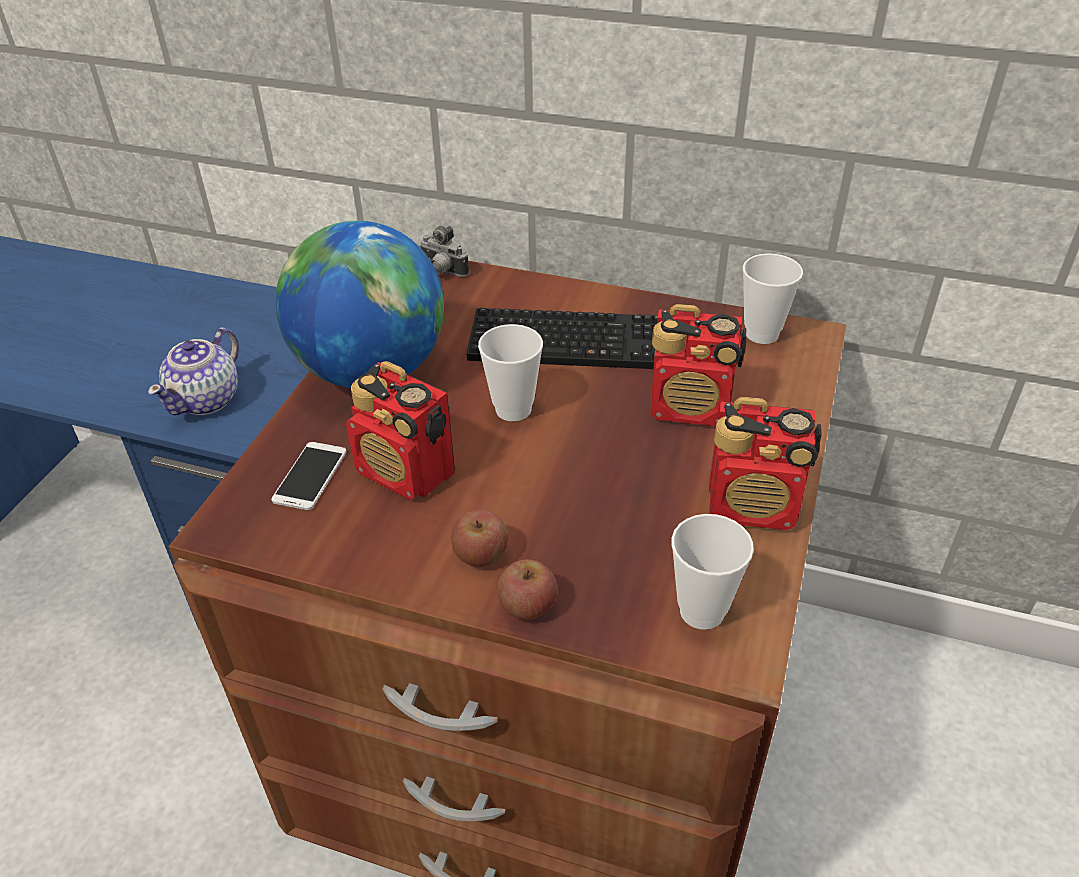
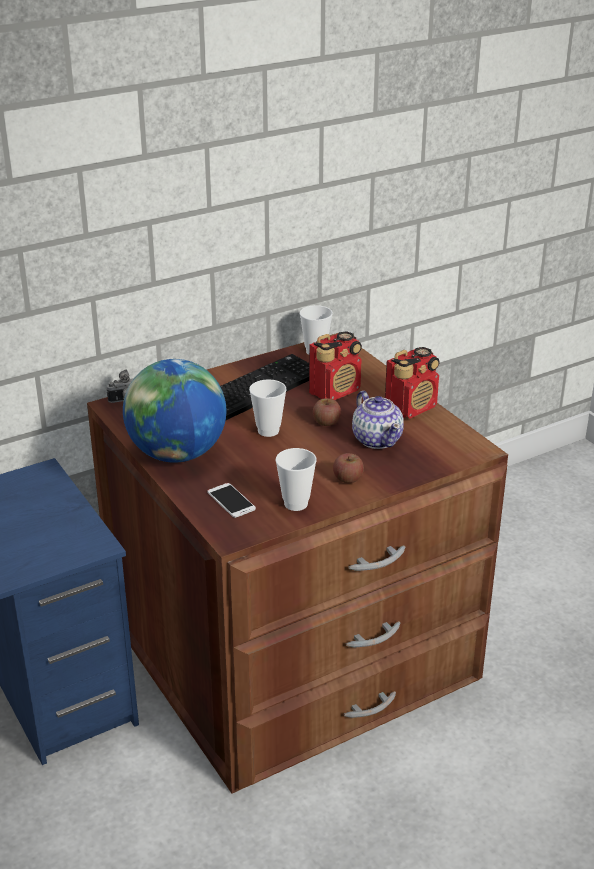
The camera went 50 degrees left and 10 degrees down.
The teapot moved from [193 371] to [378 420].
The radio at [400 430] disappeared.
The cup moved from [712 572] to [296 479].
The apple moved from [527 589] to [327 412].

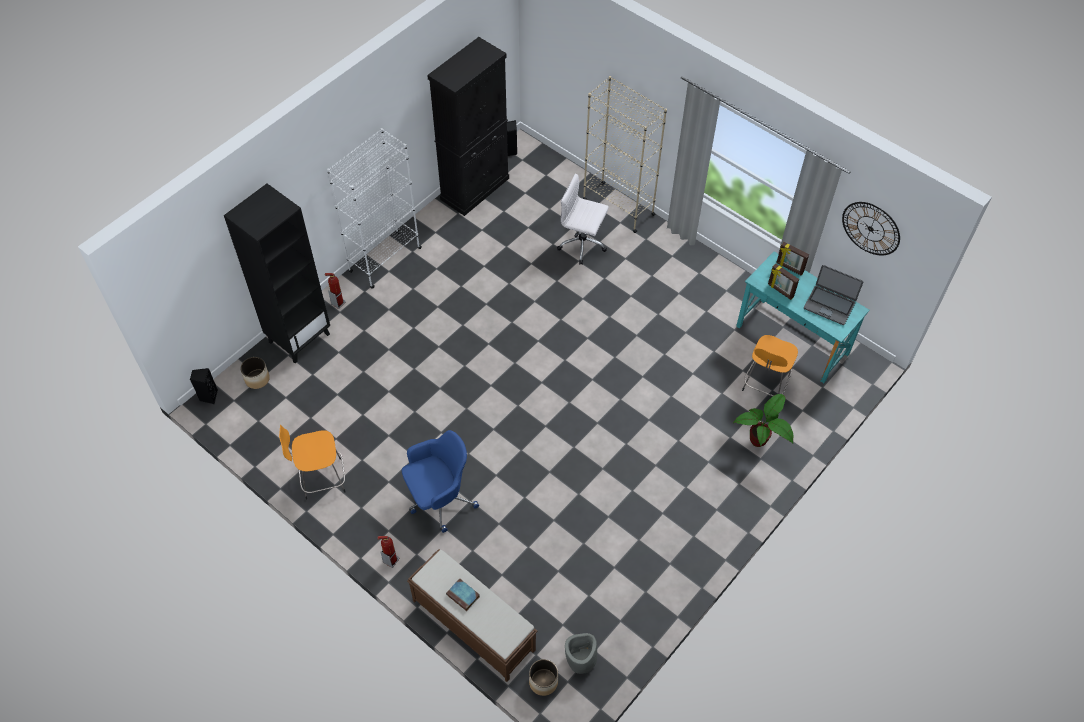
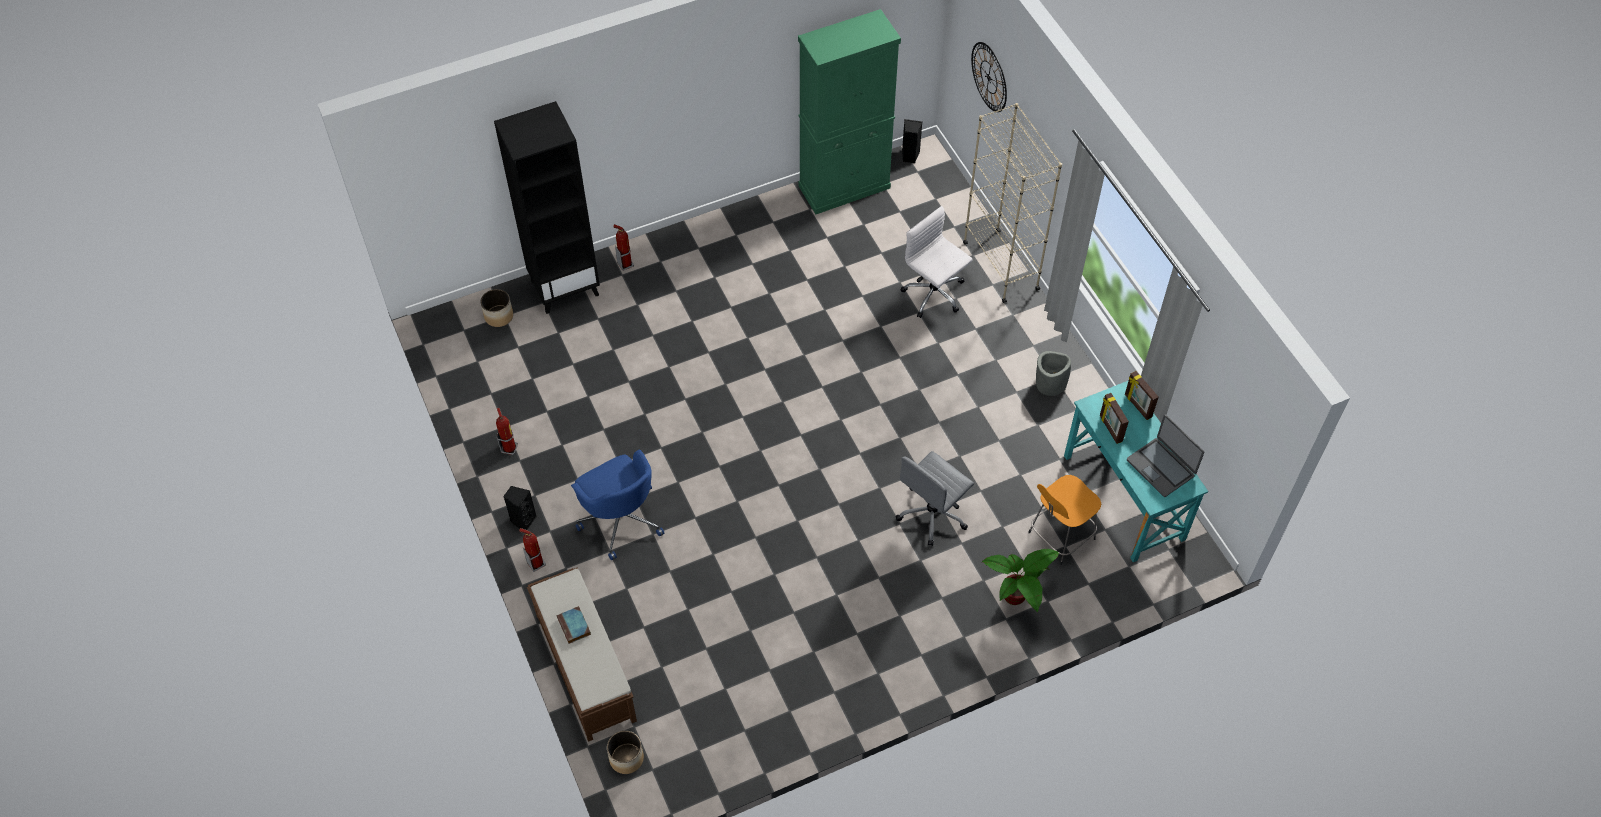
The camera went 25 degrees right and 0 degrees up.
The black storage cabinet at [468 126] became the green-coloured storage cabinet at [849 111].
The white bookshelf at [374 208] disappeared.
The wall clock moved from [871 228] to [989 77].
The black audio speaker moved from [204 386] to [520 508].
The orange-coloured stool at [312 462] was replaced by the fire extinguisher at [507 431].
The bluish office chair at [440 481] turned 60 degrees clockwise.
The gray plant pot moved from [581 653] to [1053 373].
The gray office chair at [934 498] appeared.

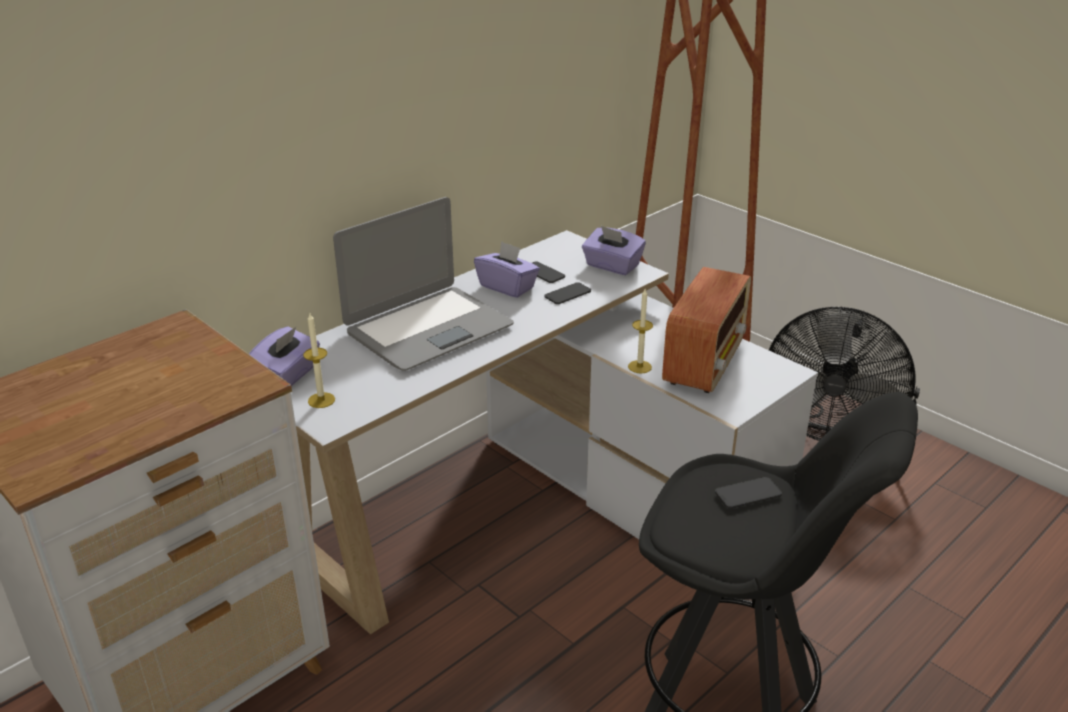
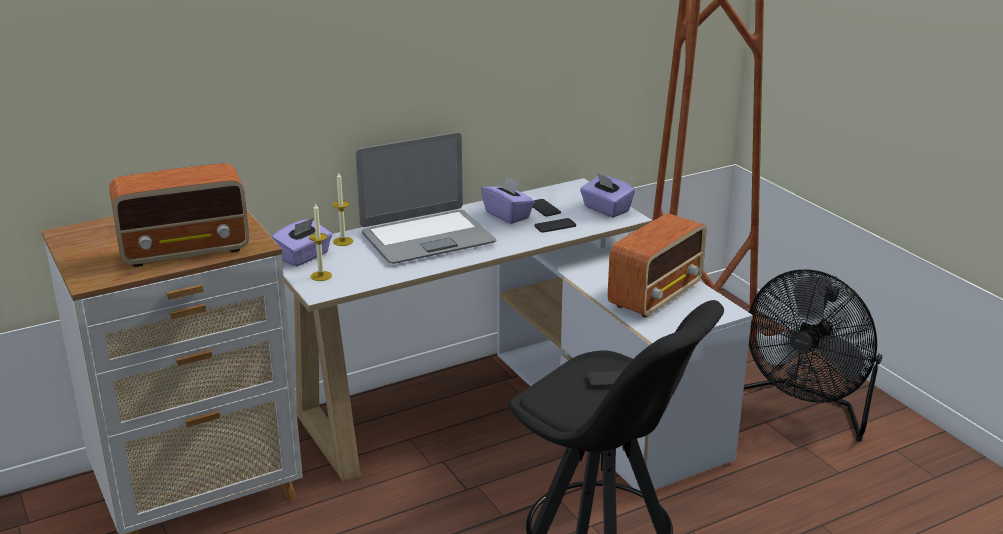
The camera went 15 degrees right and 5 degrees down.
The wax light moved from [640 331] to [342 208].
The radio at [179 215] appeared.

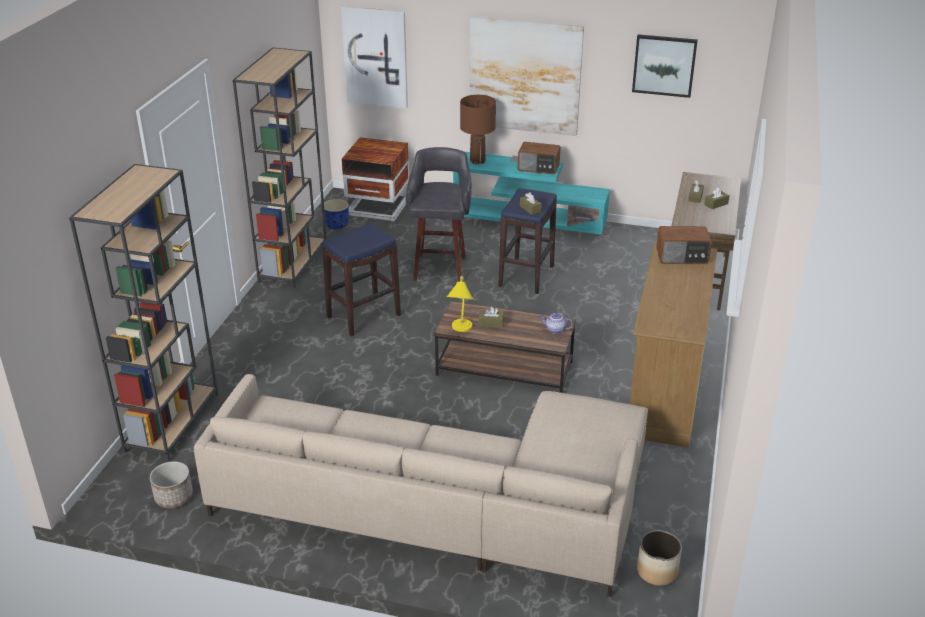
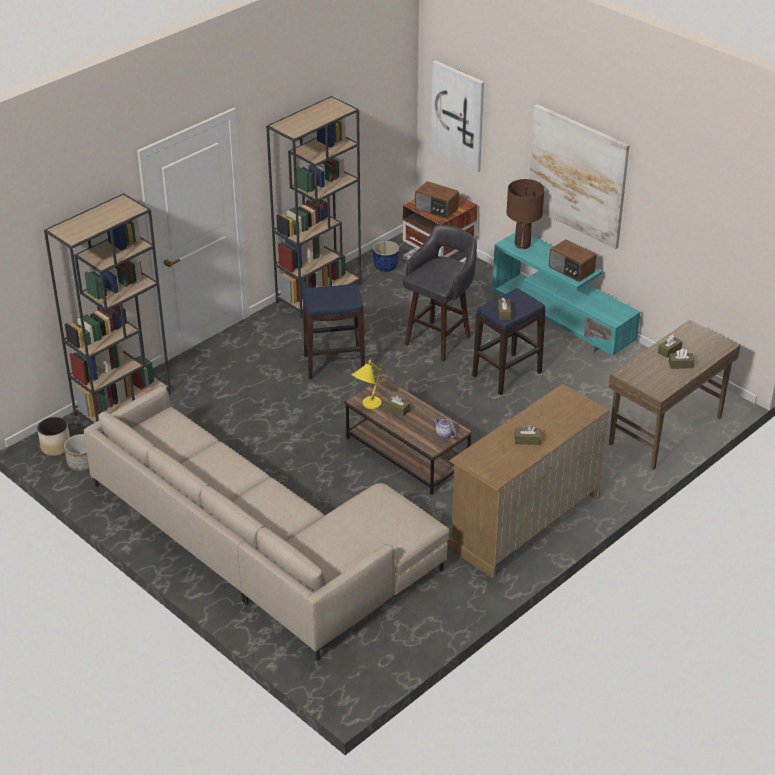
The camera went 30 degrees right and 5 degrees up.
The wall art at [665 66] disappeared.
The radio moved from [684 245] to [437 200].
The plant pot moved from [659 558] to [53 436].
The brown-coloured box of tissues at [528 435] appeared.

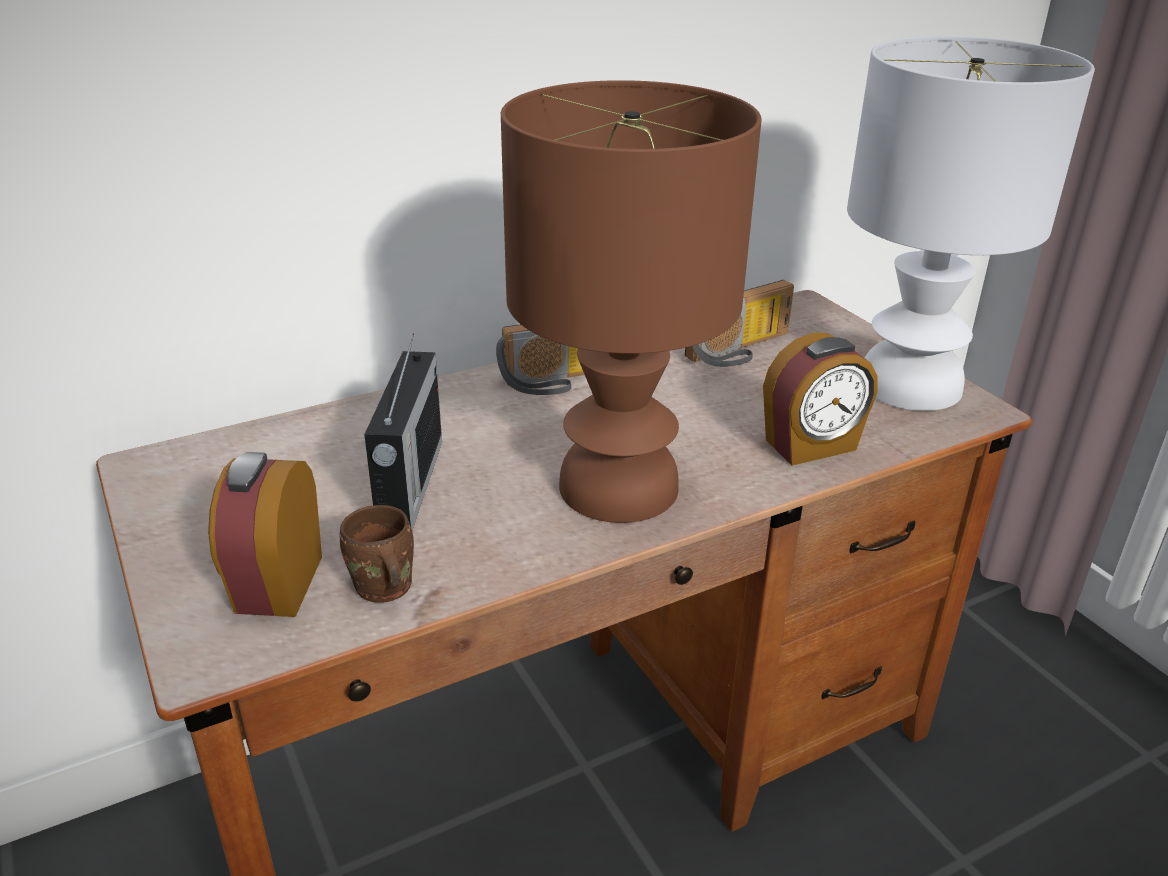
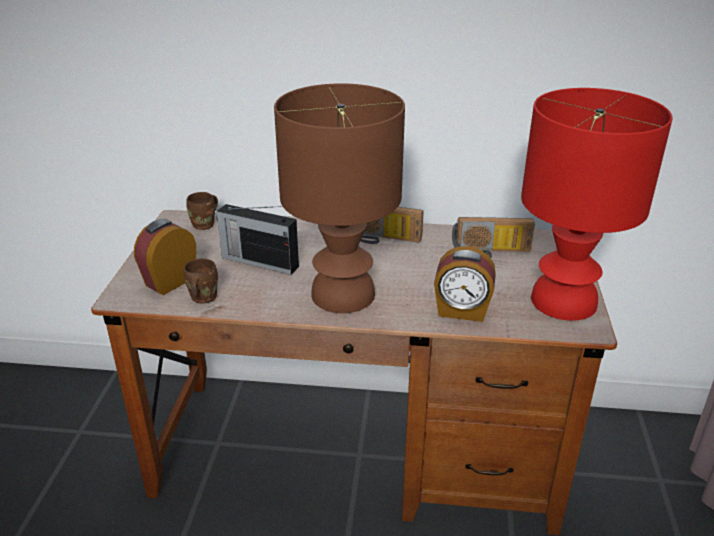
The camera went 35 degrees right and 0 degrees up.
The white lamp for a table at [971 223] became the red-coloured lamp for a table at [597 204].
The radio at [403 431] turned 75 degrees clockwise.
The brown-coloured coffee mug at [202 211] appeared.

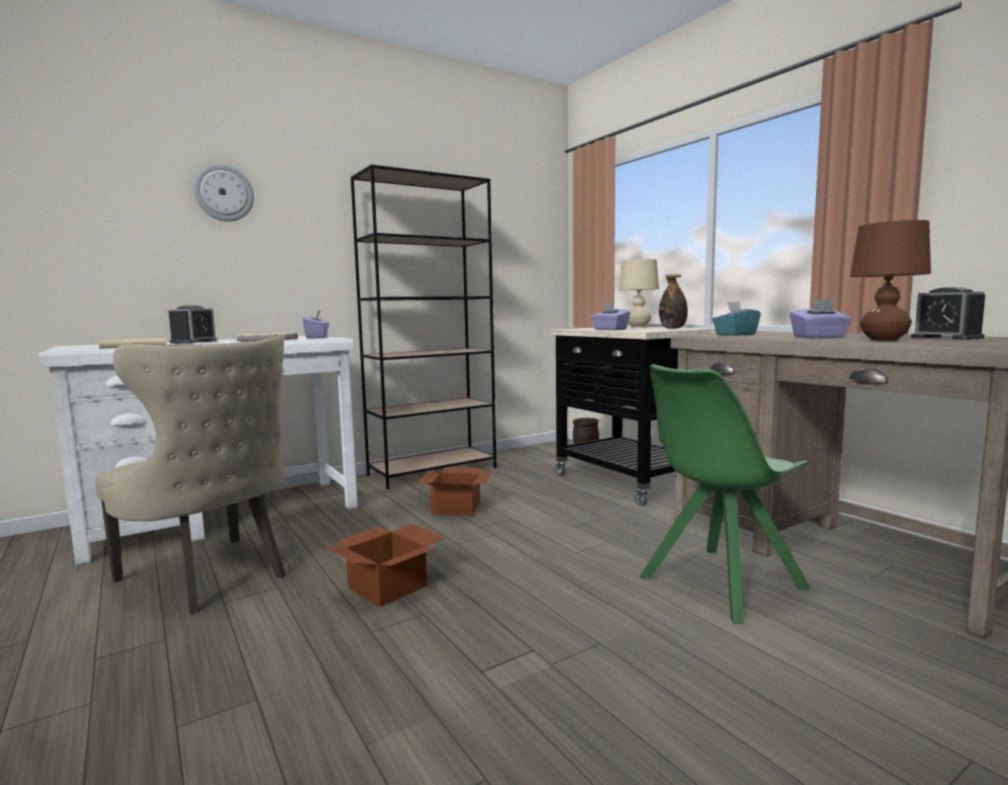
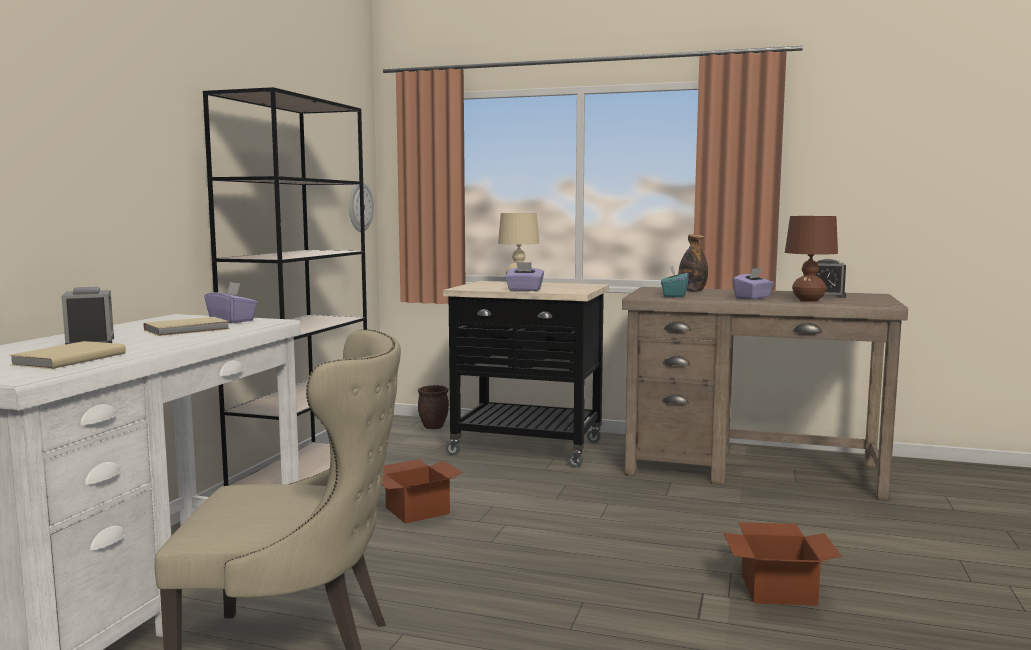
The camera went 40 degrees left and 0 degrees up.
The wall clock moved from [223 193] to [361 207].
The drink bottle moved from [673 301] to [693 263].
The green-coloured chair at [725 494] disappeared.
The carton moved from [384 565] to [783 564].

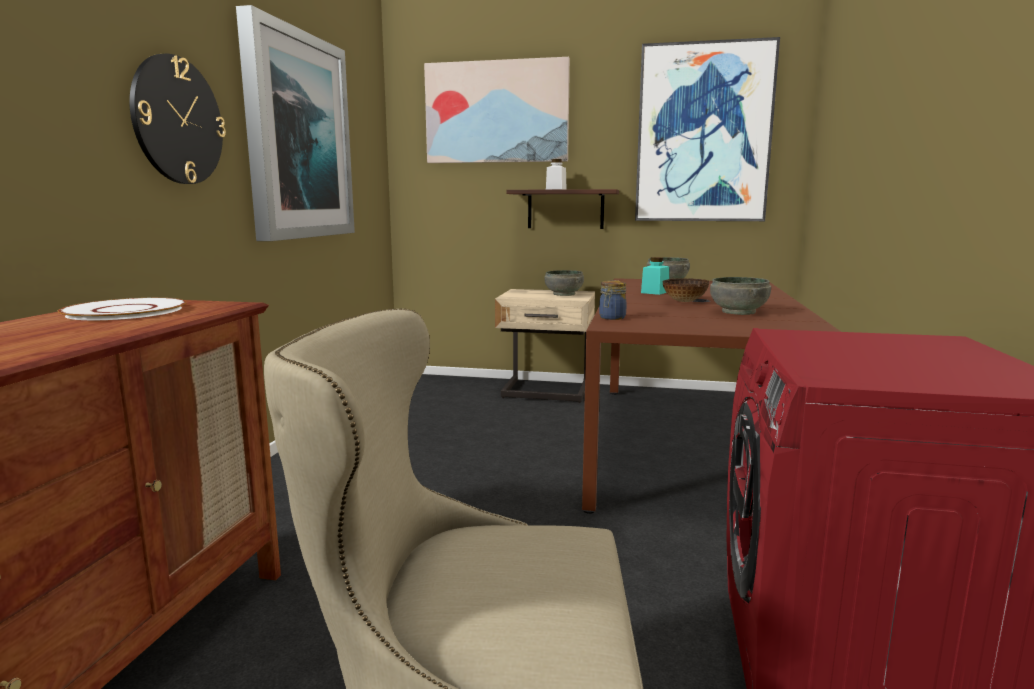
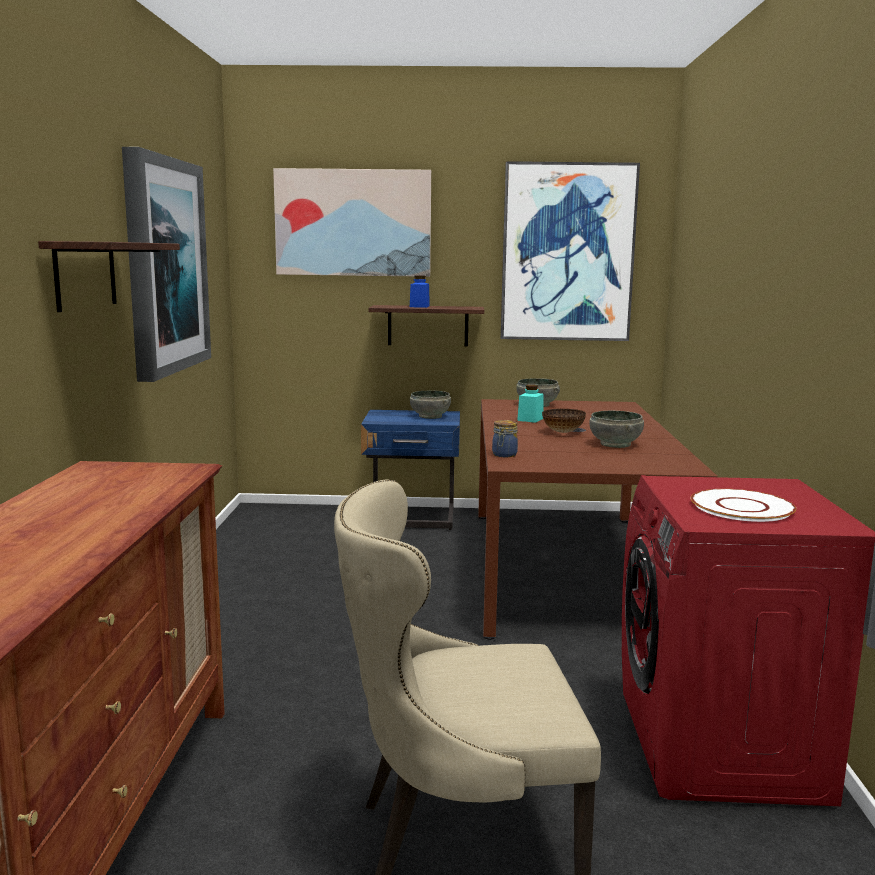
The camera went 10 degrees left and 0 degrees up.
The wall clock at [177 119] was replaced by the bracket shelf at [109 276].
The white jar at [556 174] became the bluish jar at [420 291].
The sand-coloured night table at [545 346] became the bluish night table at [410 470].
The white dinner plate moved from [122 309] to [743 505].

